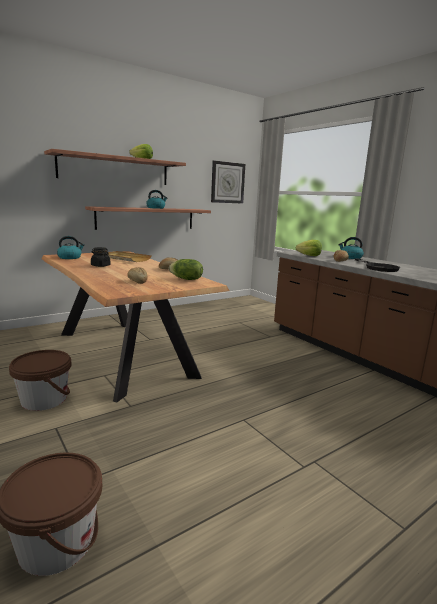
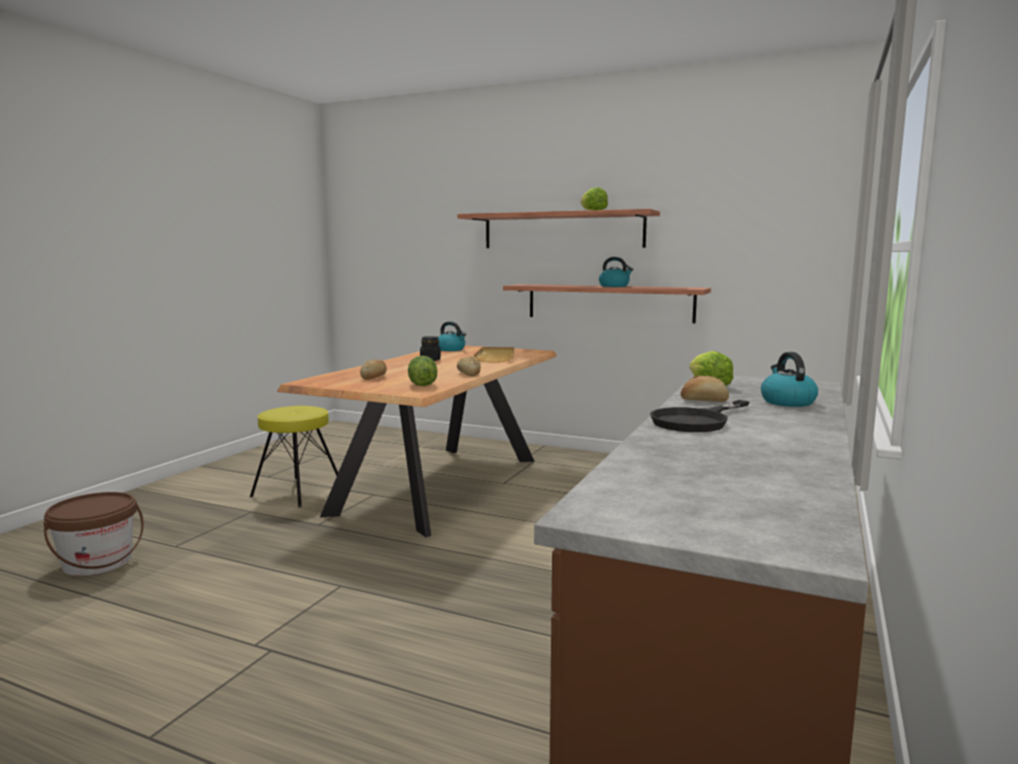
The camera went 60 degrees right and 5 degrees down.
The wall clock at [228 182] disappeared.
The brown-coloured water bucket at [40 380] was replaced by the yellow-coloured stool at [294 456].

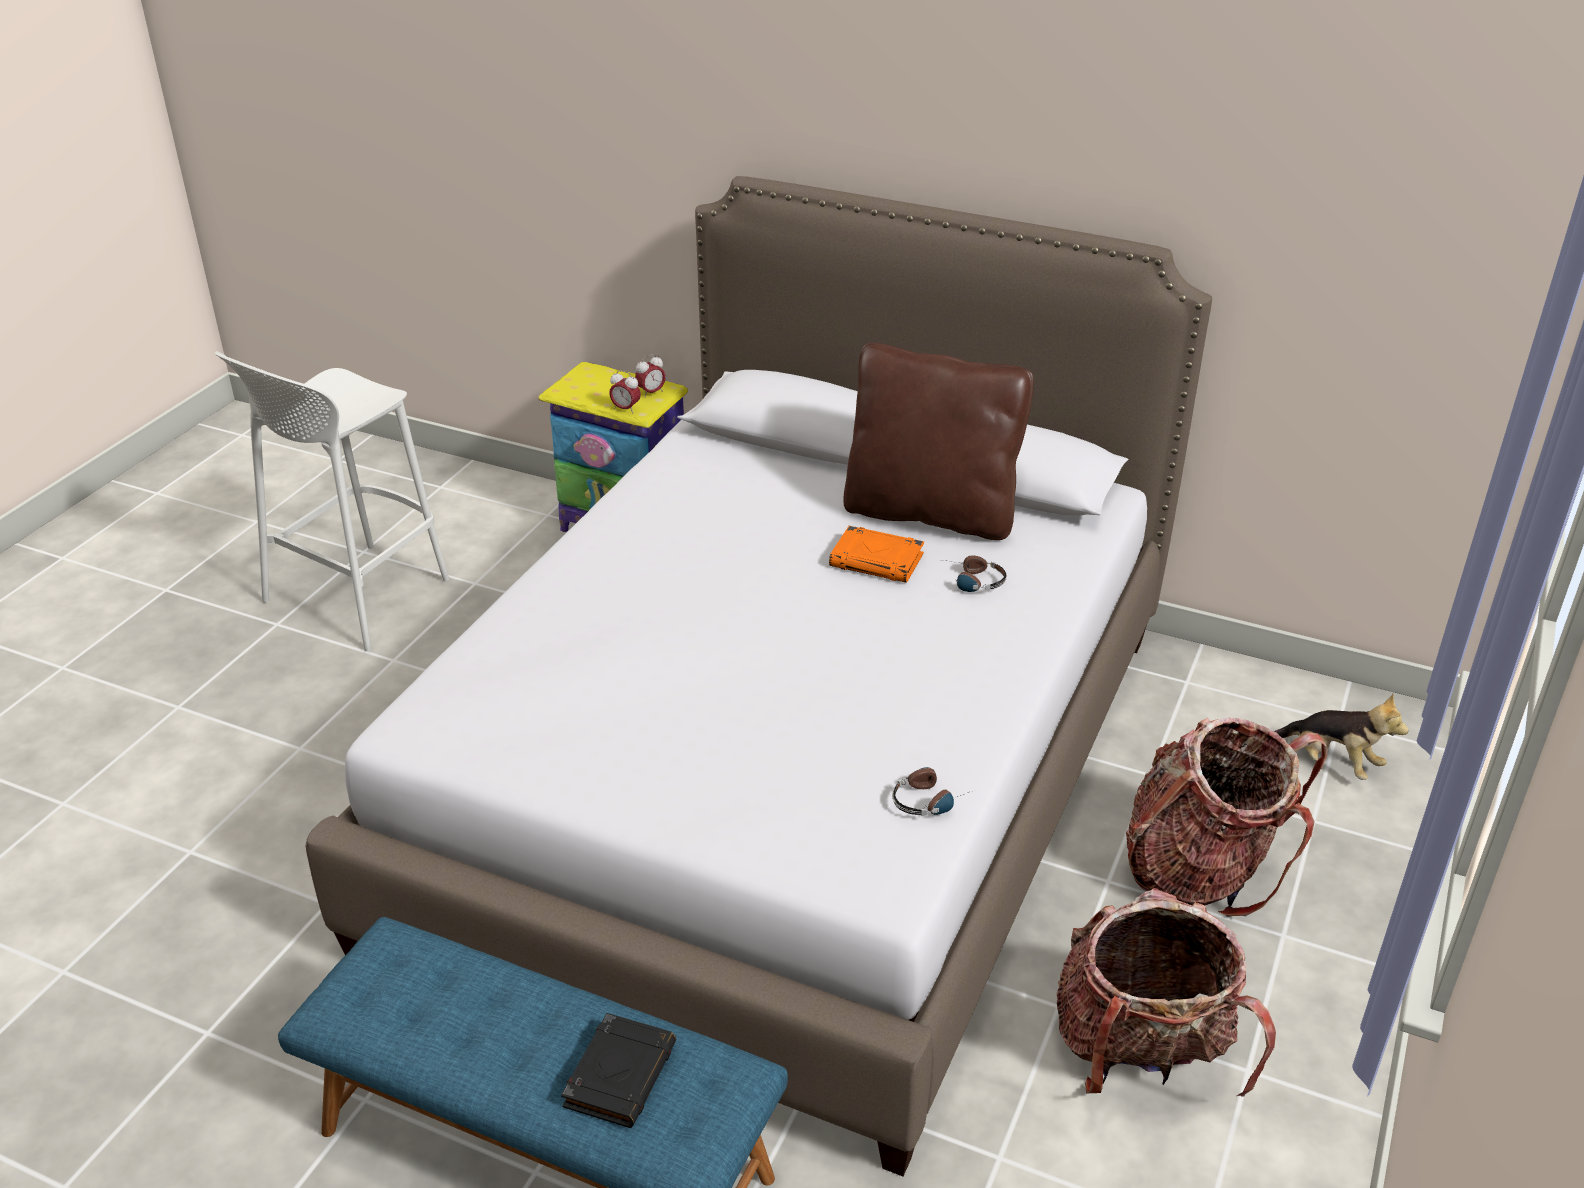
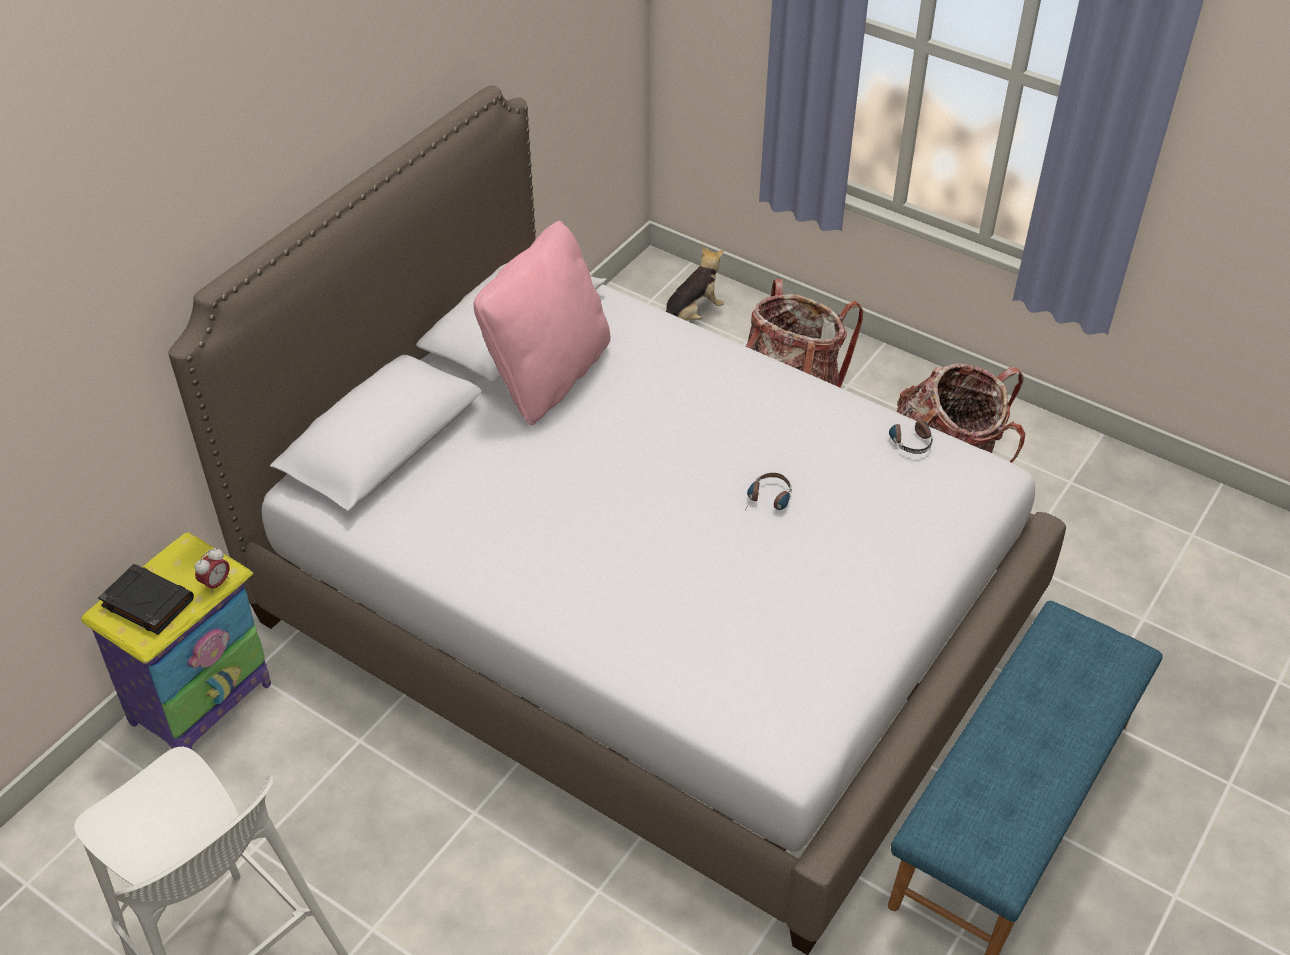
The camera went 80 degrees left and 10 degrees up.
The brown-coloured throw pillow at [938 441] became the pink throw pillow at [542 323].
The alarm clock at [650 376] disappeared.
The orange-coloured bound book at [876 554] disappeared.
The headphones moved from [975 573] to [769 491].
The black bound book moved from [618 1070] to [146 599].

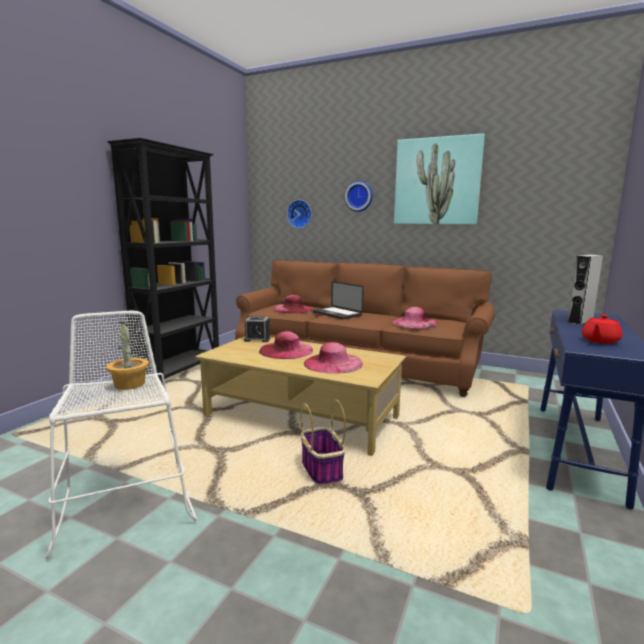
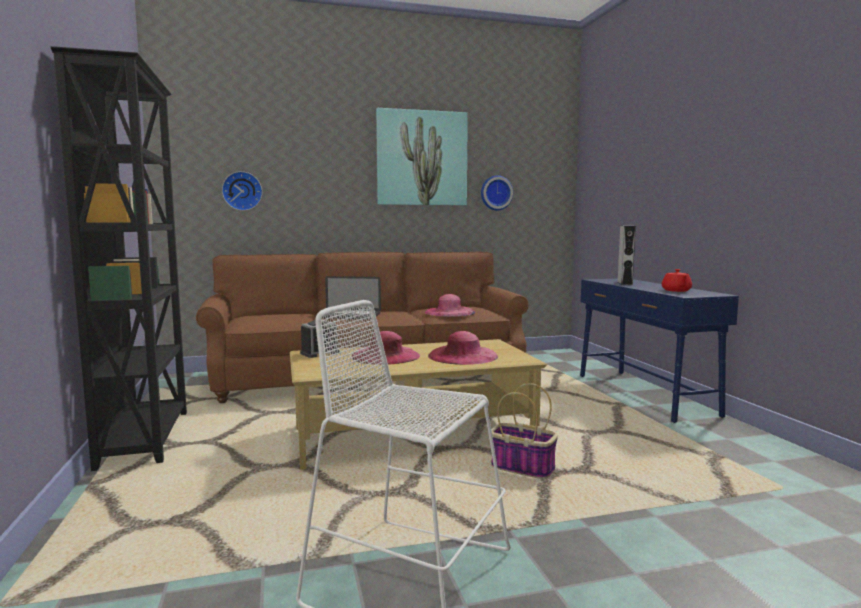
The camera went 40 degrees left and 5 degrees down.
The wall clock moved from [359 196] to [497 193].
The pink wearable hat at [292 304] disappeared.
The potted plant at [127 355] disappeared.

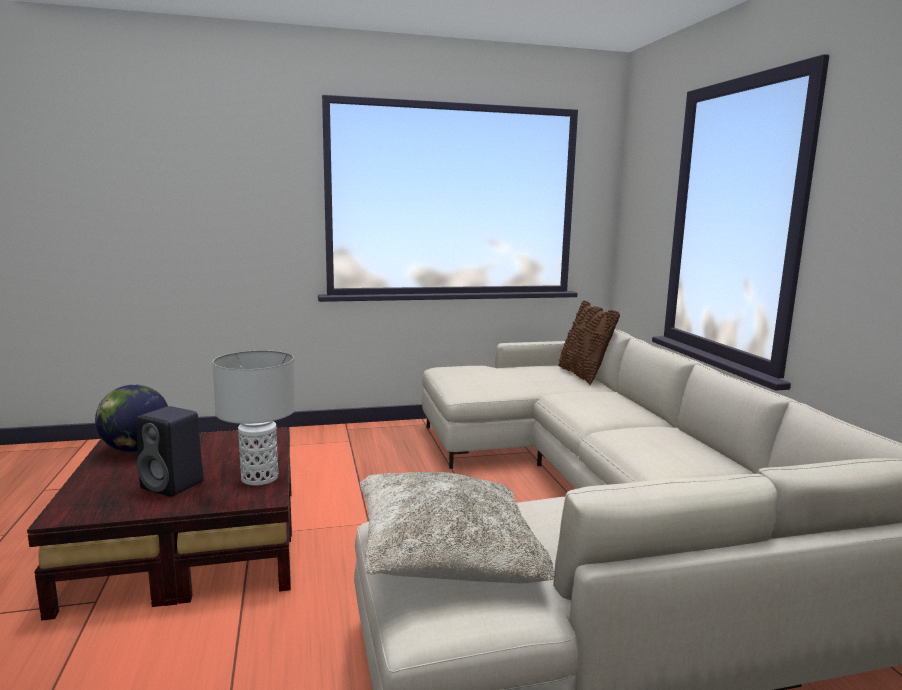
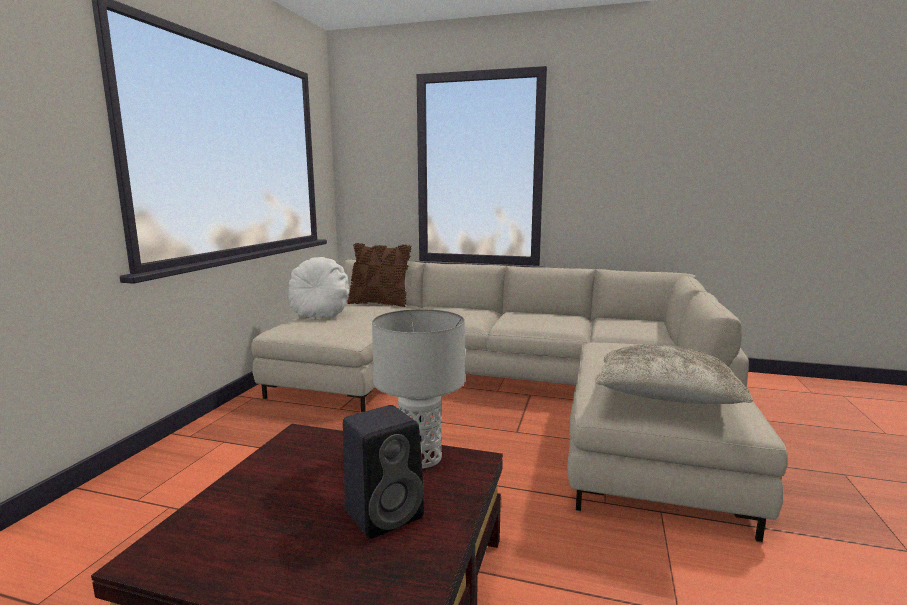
The camera went 60 degrees left and 0 degrees up.
The globe at [131 418] disappeared.
The white throw pillow at [318 287] appeared.

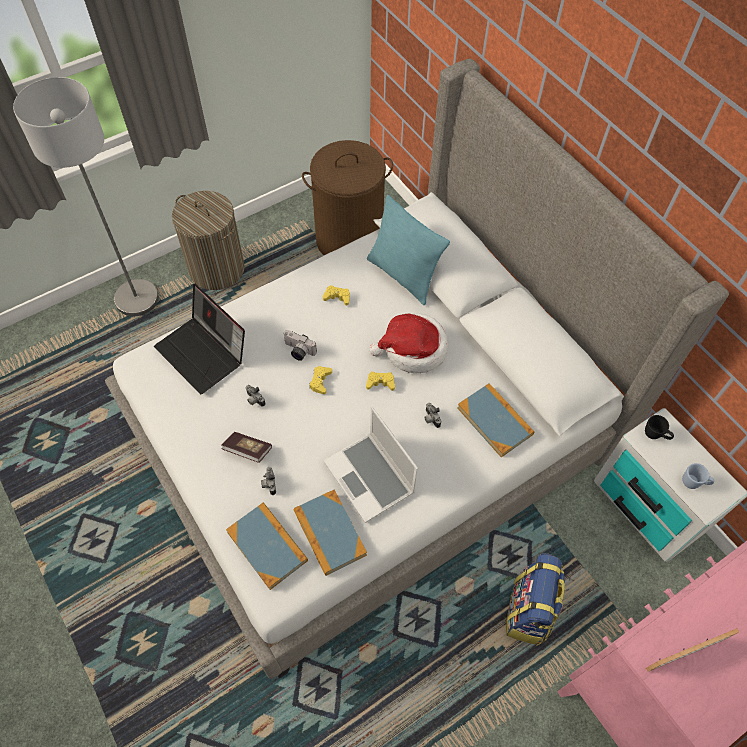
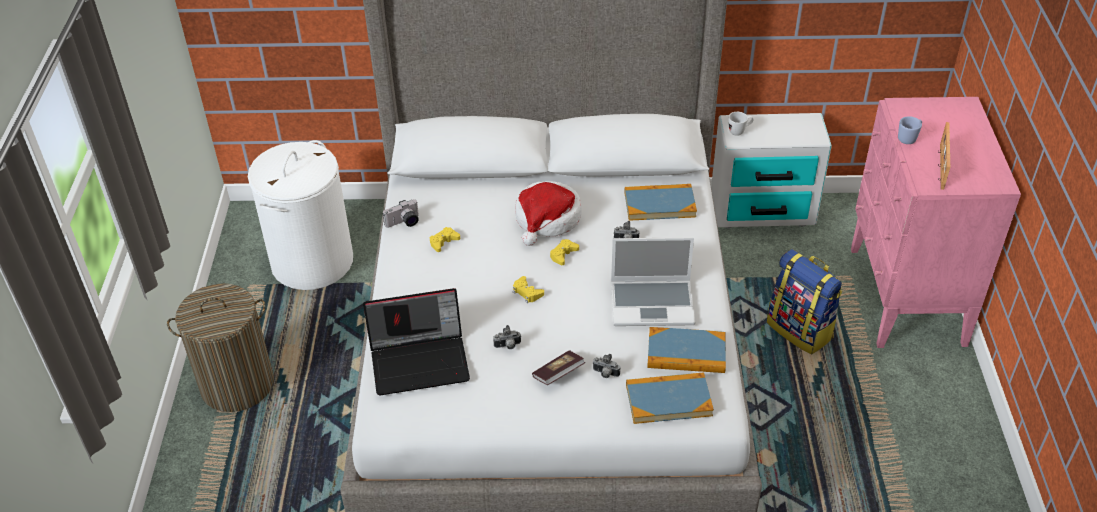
The camera went 55 degrees left and 15 degrees down.
The gray standing lamp at [86 196] disappeared.
The brown-coloured hamper at [347 197] became the white hamper at [300 215].
The blue-green throw pillow at [408 250] disappeared.
The photo camera moved from [300 345] to [401 213].
The black coffee mug at [659 427] became the white coffee mug at [741 124].
The bluish coffee mug moved from [698 476] to [910 130].

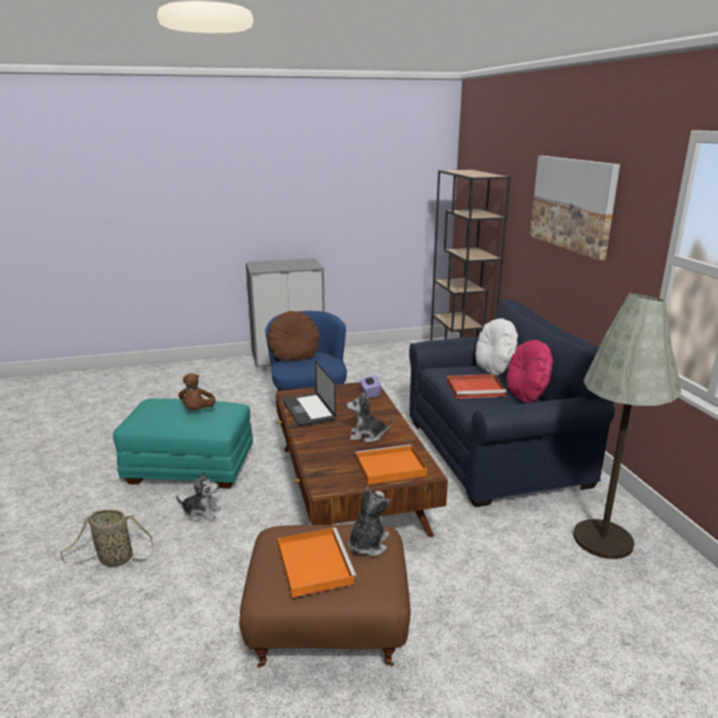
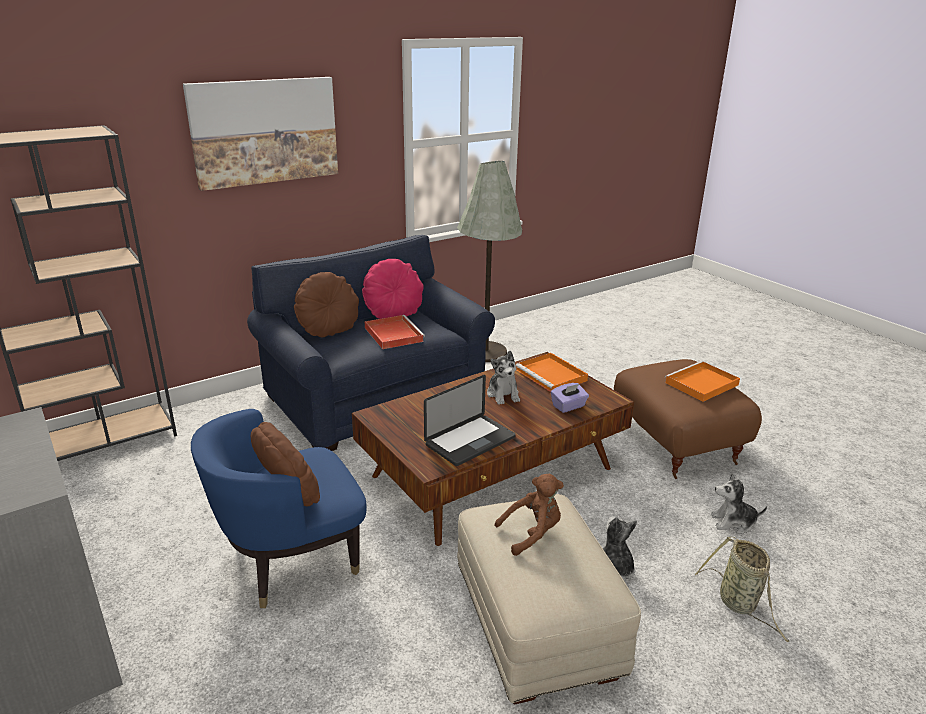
The camera went 110 degrees left and 5 degrees up.
The white throw pillow at [496 347] became the brown-coloured throw pillow at [326 304].
The purplish box of tissues moved from [370 386] to [570 398].
The blue-green pouffe at [183 443] became the sand-coloured pouffe at [549 599].
The soft toy moved from [369 522] to [739 503].

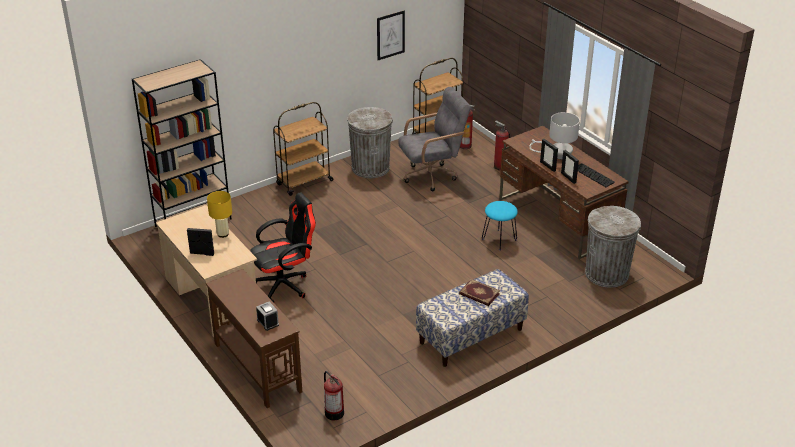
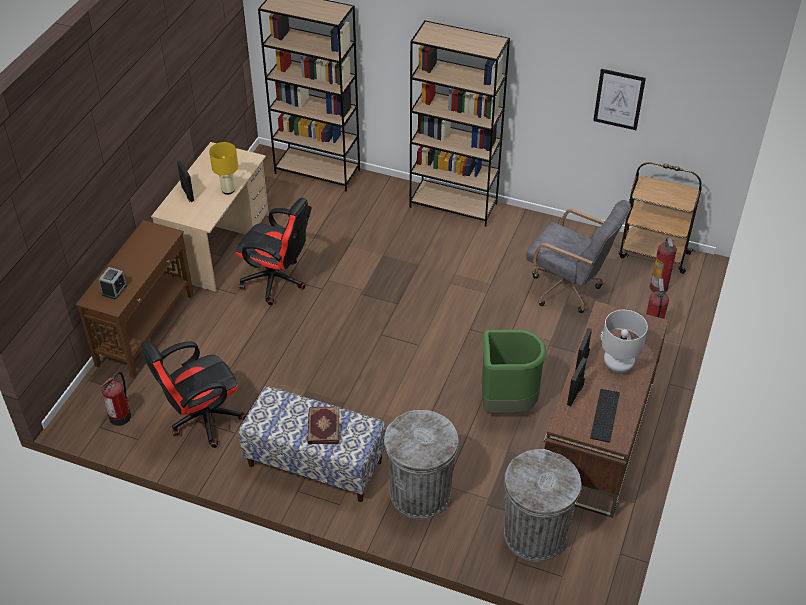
The camera went 55 degrees right and 10 degrees up.
The brown-coloured trolley at [303 149] was replaced by the sand-coloured bookshelf at [460 123].
The gray rubbish bin moved from [370 142] to [421 465].
The blue-green stool at [500 226] was replaced by the green-coloured rubbish bin at [514 371].
The black office chair at [194 394] appeared.

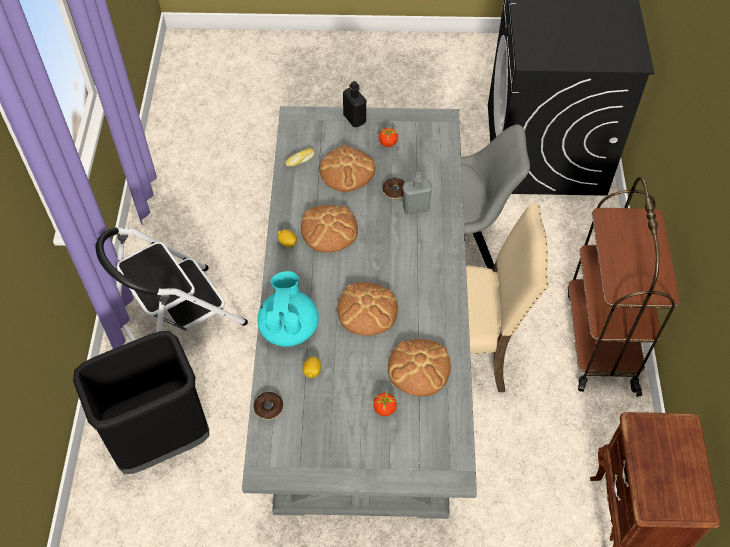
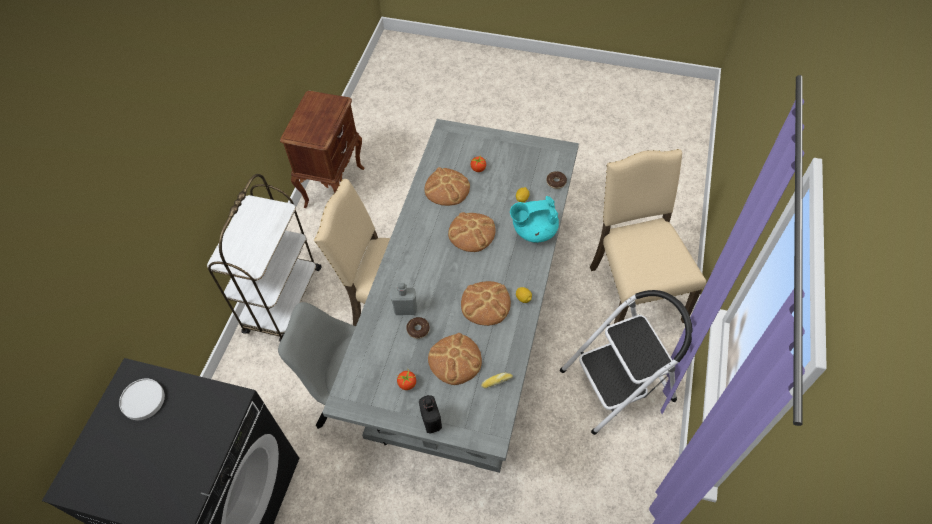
The camera went 165 degrees left and 0 degrees up.
The brown-coloured trolley at [624 287] became the white trolley at [264 257].
The blue-green teapot at [288 308] turned 60 degrees clockwise.
The black rubbish bin at [141 402] was replaced by the sand-coloured chair at [648 236].
The white dinner plate at [142 399] appeared.

